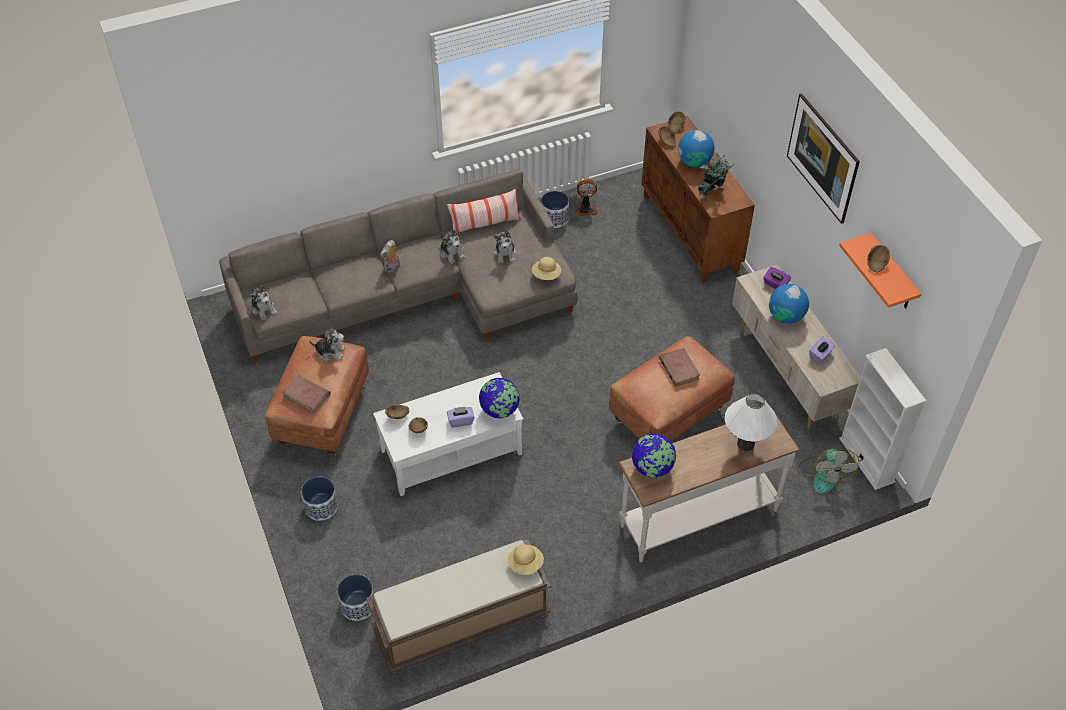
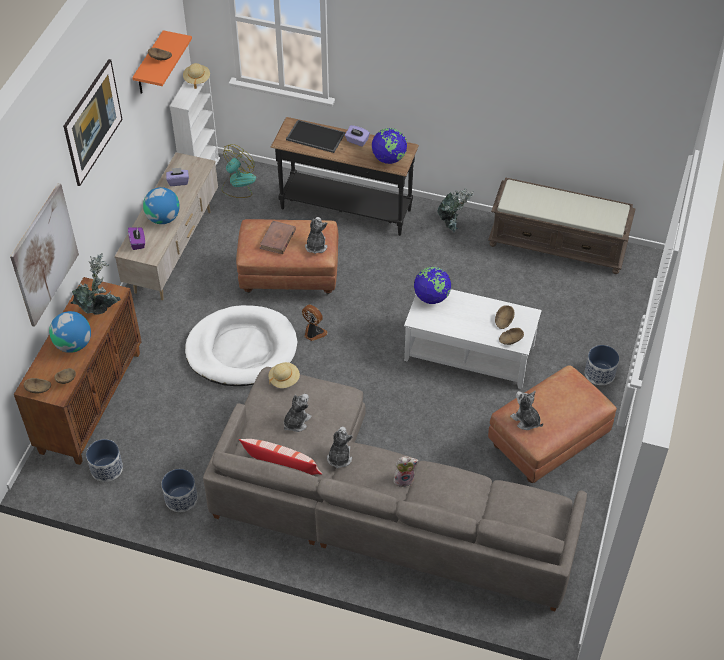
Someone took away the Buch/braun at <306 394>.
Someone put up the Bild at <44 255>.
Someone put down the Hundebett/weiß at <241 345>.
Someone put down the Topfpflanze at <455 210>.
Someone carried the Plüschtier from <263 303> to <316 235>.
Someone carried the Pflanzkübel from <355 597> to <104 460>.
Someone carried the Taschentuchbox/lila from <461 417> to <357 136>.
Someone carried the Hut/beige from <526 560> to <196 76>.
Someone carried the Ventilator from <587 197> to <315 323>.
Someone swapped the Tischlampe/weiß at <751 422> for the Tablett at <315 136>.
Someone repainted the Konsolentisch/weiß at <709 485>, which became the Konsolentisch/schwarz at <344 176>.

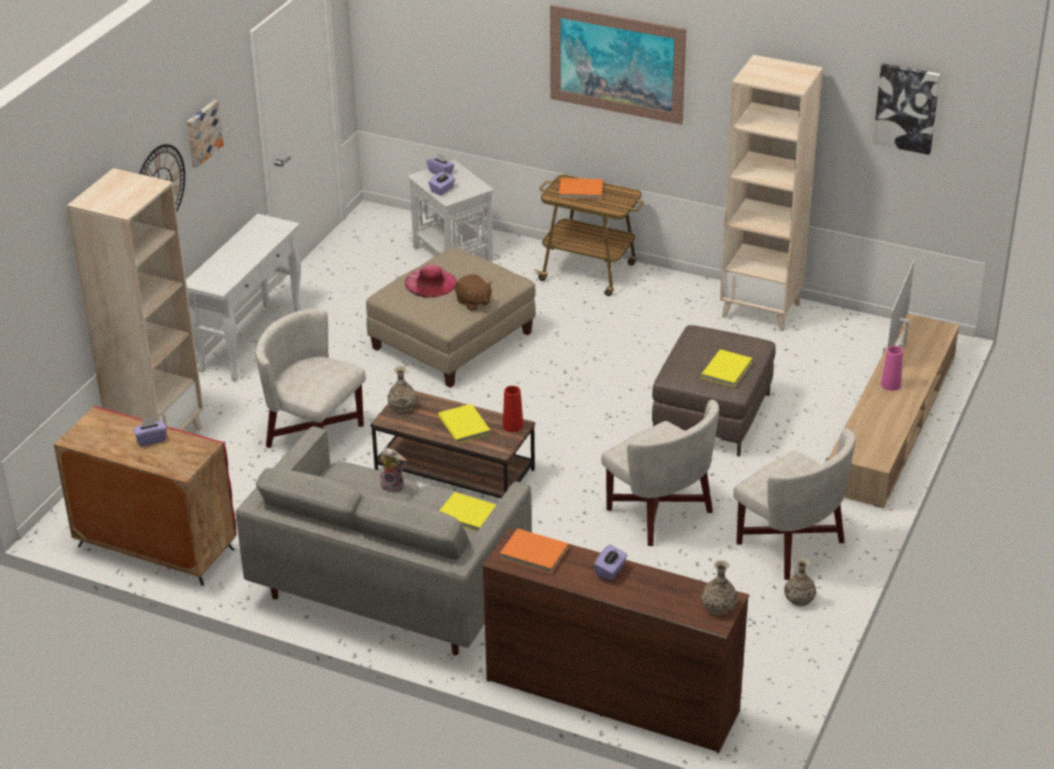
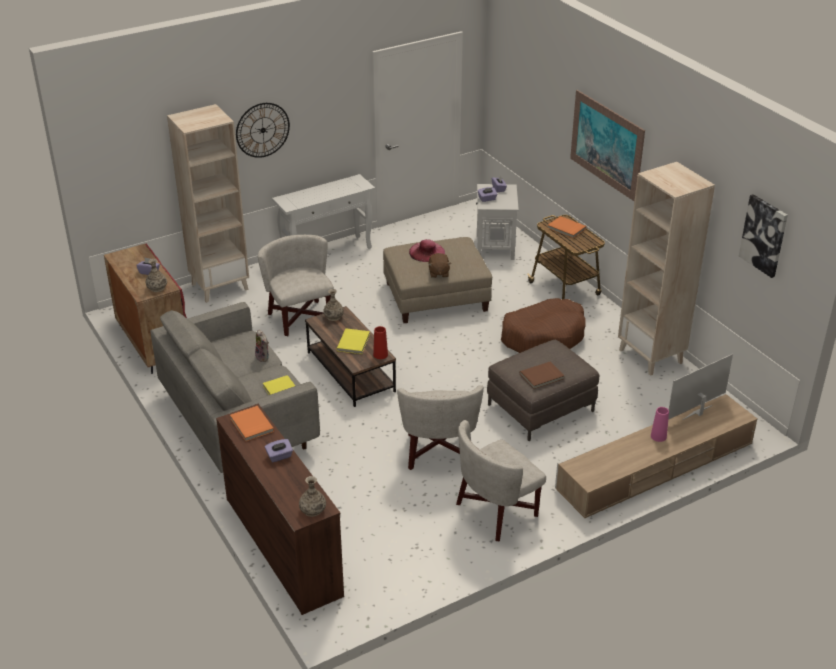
Someone took away the Bild at <205 133>.
Someone put down the Hundebett/braun at <543 325>.
Someone carried the Vase from <800 582> to <156 275>.
Someone repainted the Buch/gelb at <726 368>, which became the Buch/braun at <542 375>.
Someone rotated the Sessel/weiß at <794 504> by 60 degrees clockwise.

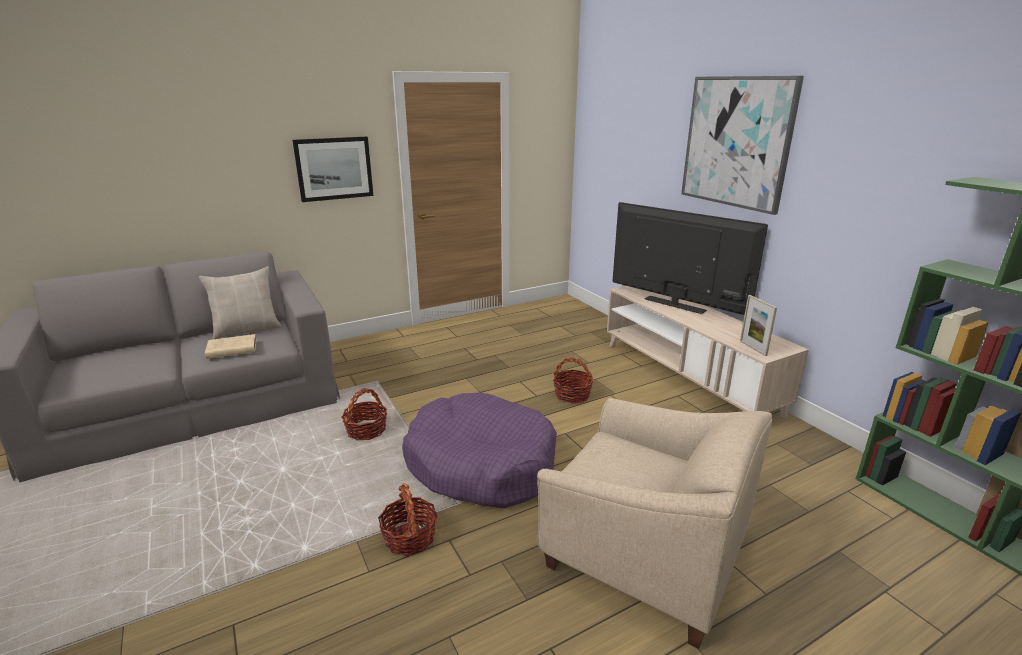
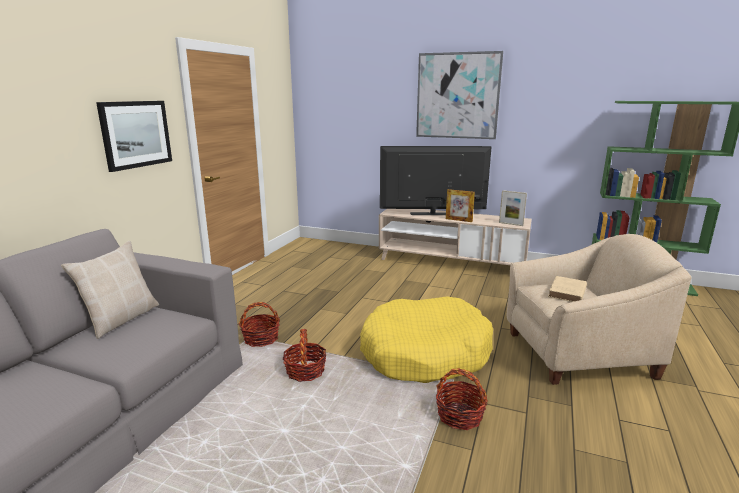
Someone put down the Bilderrahmen at <460 205>.
Someone carried the Buch/beige from <231 346> to <567 289>.
Someone carried the Korb from <573 380> to <259 324>.
Someone repainted the Hundebett/lila at <479 450>, which became the Hundebett/gelb at <426 339>.

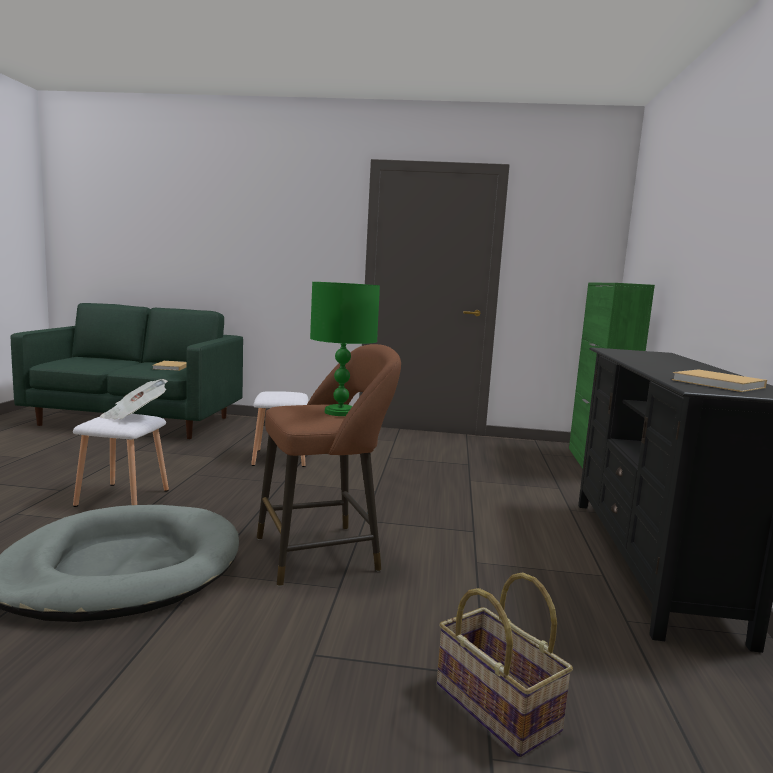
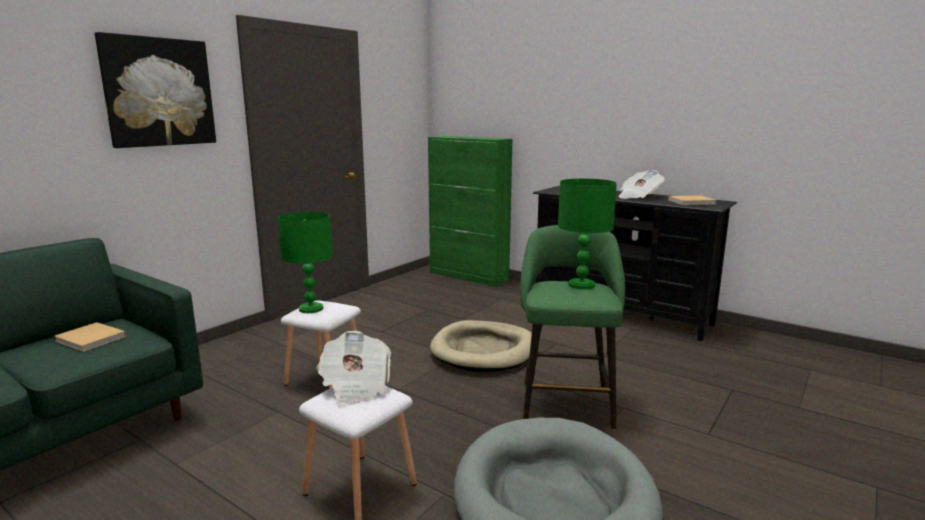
Someone took away the Korb at <505 665>.
Someone put up the Bild at <155 90>.
Someone put down the Tischlampe/grün at <305 262>.
Someone put down the Hundebett/beige at <481 346>.
Someone put down the Zeitung at <642 184>.
Someone repainted the Hocker/braun at <329 465>, which became the Hocker/grün at <572 327>.

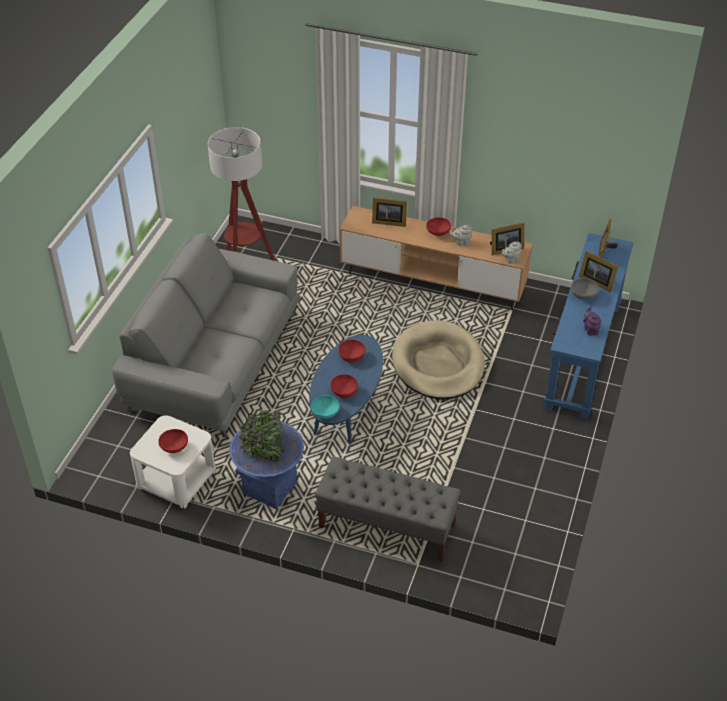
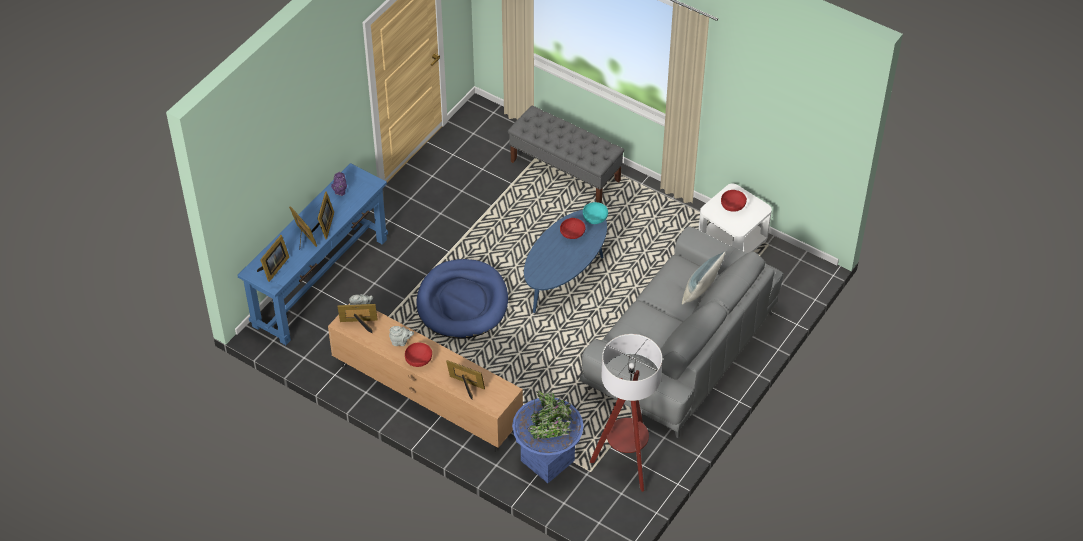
Someone took away the Schüssel/rot at <351 351>.
Someone put down the Kissen at <704 278>.
Someone carried the Pflanzkübel/blau from <266 459> to <548 436>.
Someone swapped the Schüssel/grau at <584 288> for the Bilderrahmen at <322 215>.
Someone repainted the Hundebett/beige at <438 360>, which became the Hundebett/blau at <462 299>.

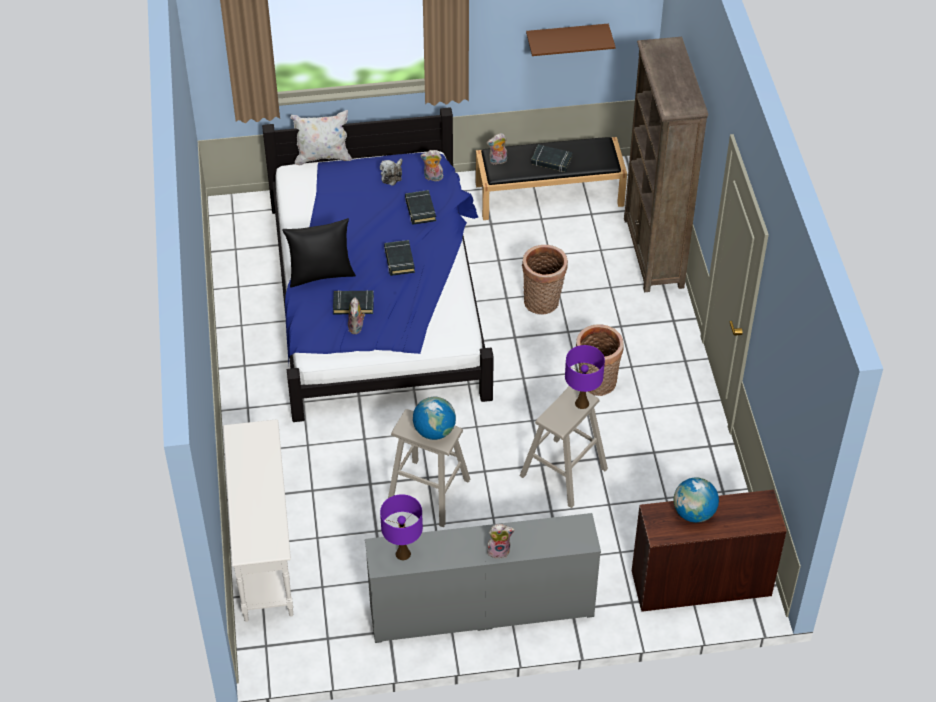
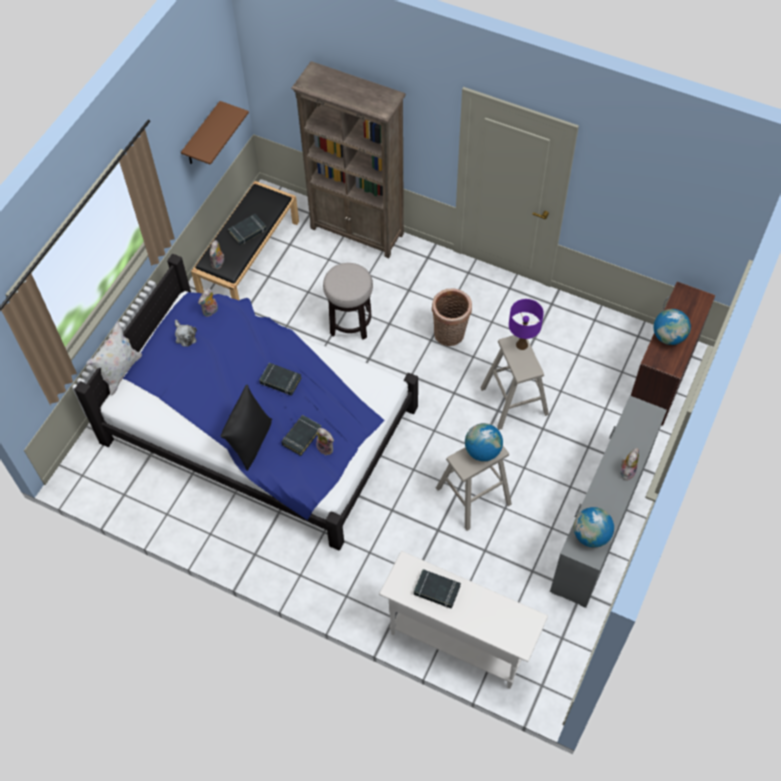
Someone carried the Buch/schwarz from <420 207> to <437 588>.
Someone swapped the Tischlampe/lila at <401 527> for the Globus at <594 527>.
Someone swapped the Korb at <545 280> for the Hocker at <348 301>.

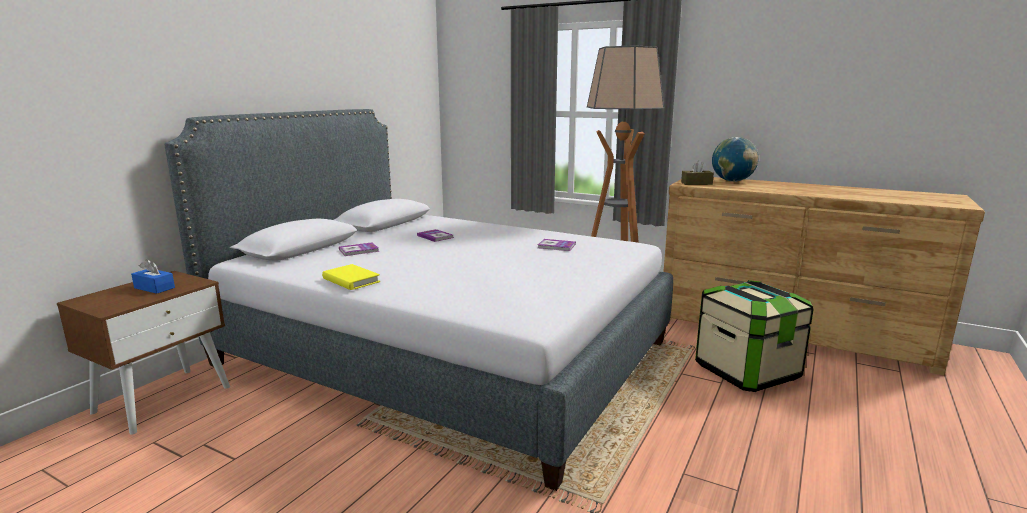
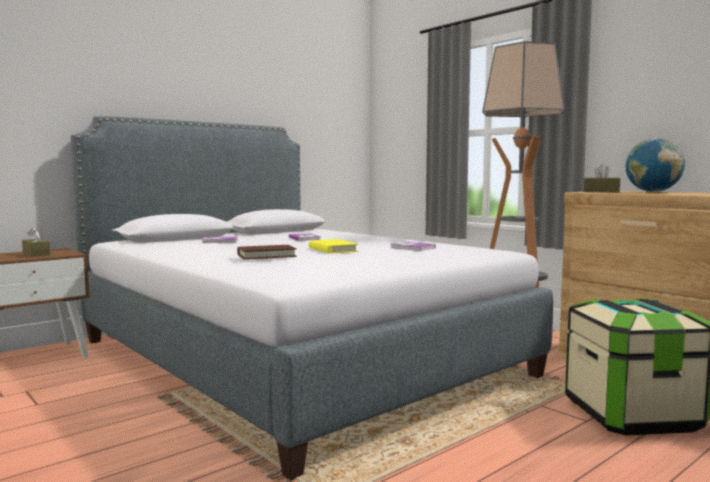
Someone put down the Buch/braun at <267 252>.
Someone carried the Buch/gelb from <351 277> to <333 246>.
Someone repainted the Taschentuchbox/blau at <153 276>, which became the Taschentuchbox/braun at <36 242>.

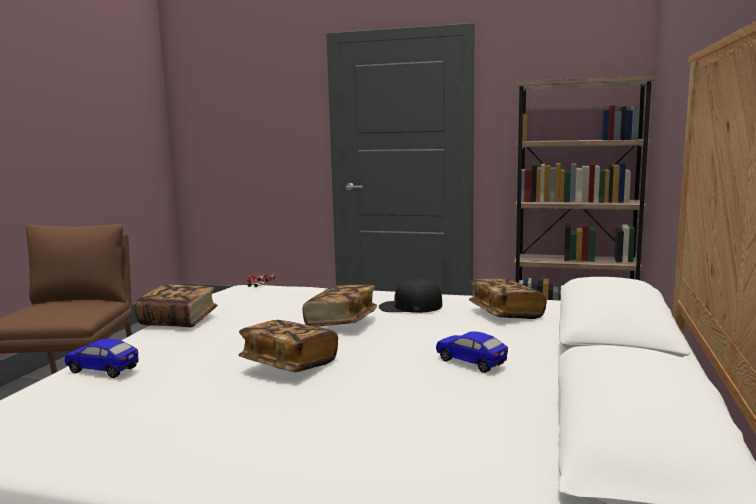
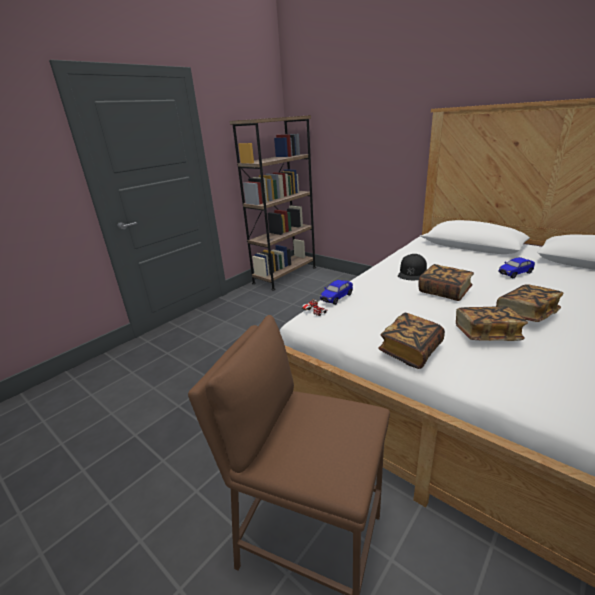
Someone carried the Spielzeugauto from <102 358> to <336 292>.
Someone carried the Buch from <508 299> to <492 323>.

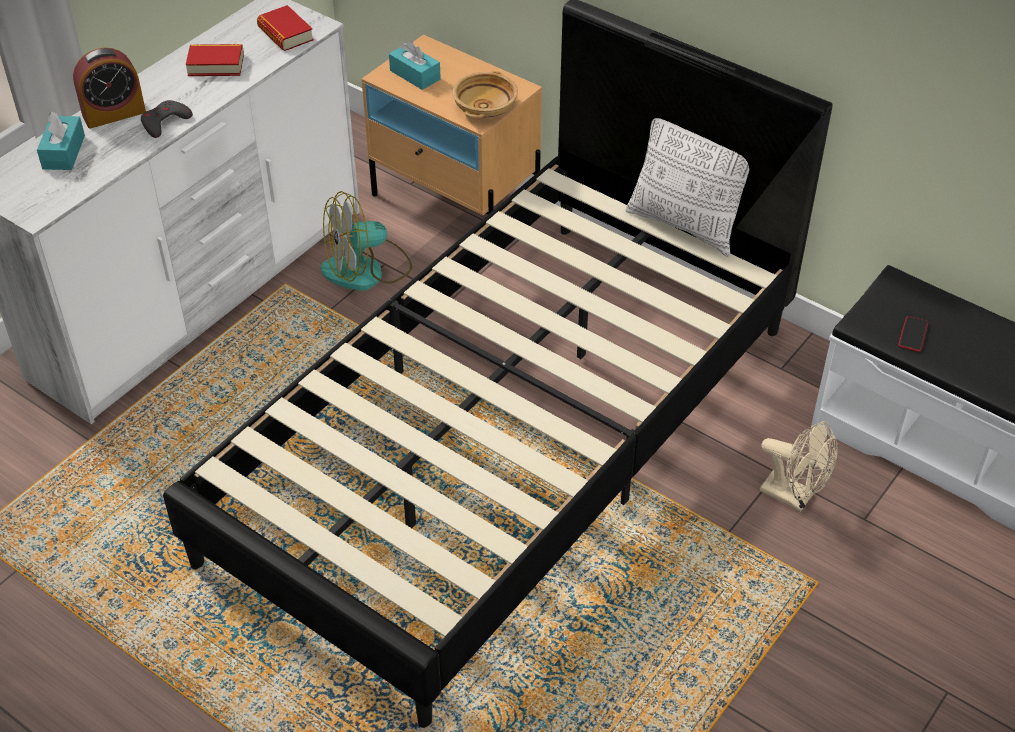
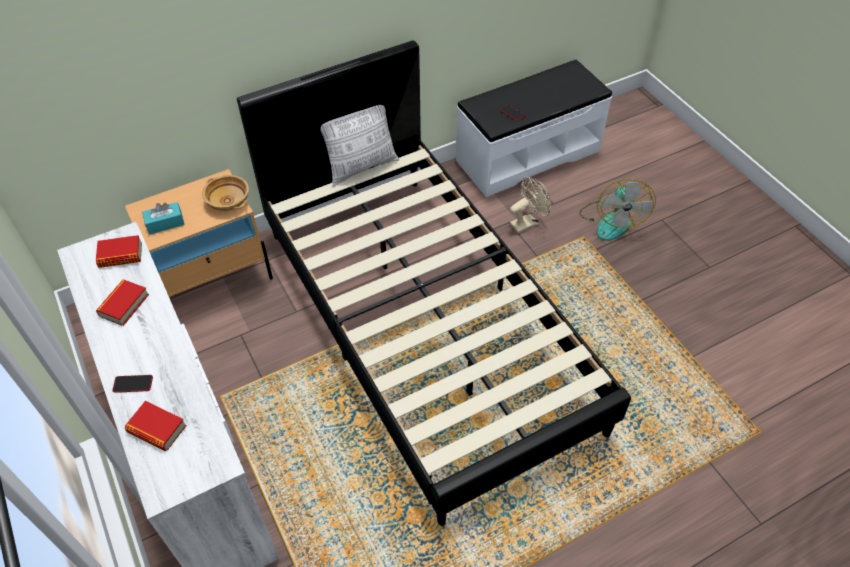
Someone took away the Gamepad/grau at <167 119>.
Someone carried the Ventilator from <366 241> to <617 210>.
Someone swapped the Taschentuchbox/türkis at <61 141> for the Buch at <156 426>.
Someone swapped the Wecker at <109 88> for the Handy at <133 384>.

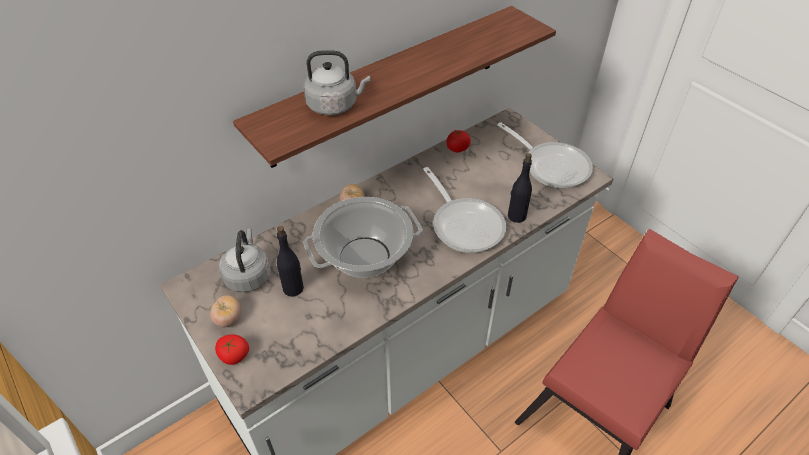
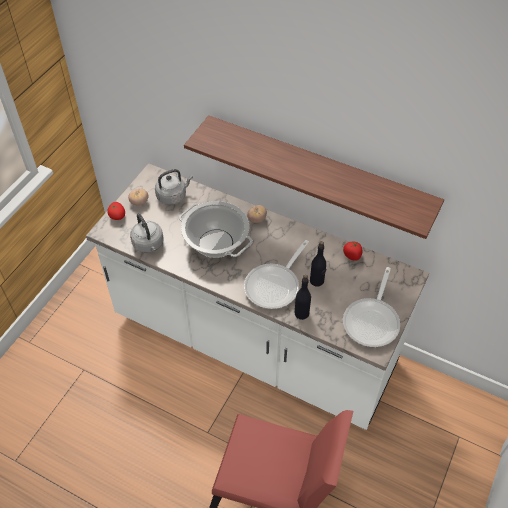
Someone carried the Flasche/schwarz from <290 261> to <318 264>.
Someone carried the Wasserkessel/grau from <337 82> to <147 233>.

